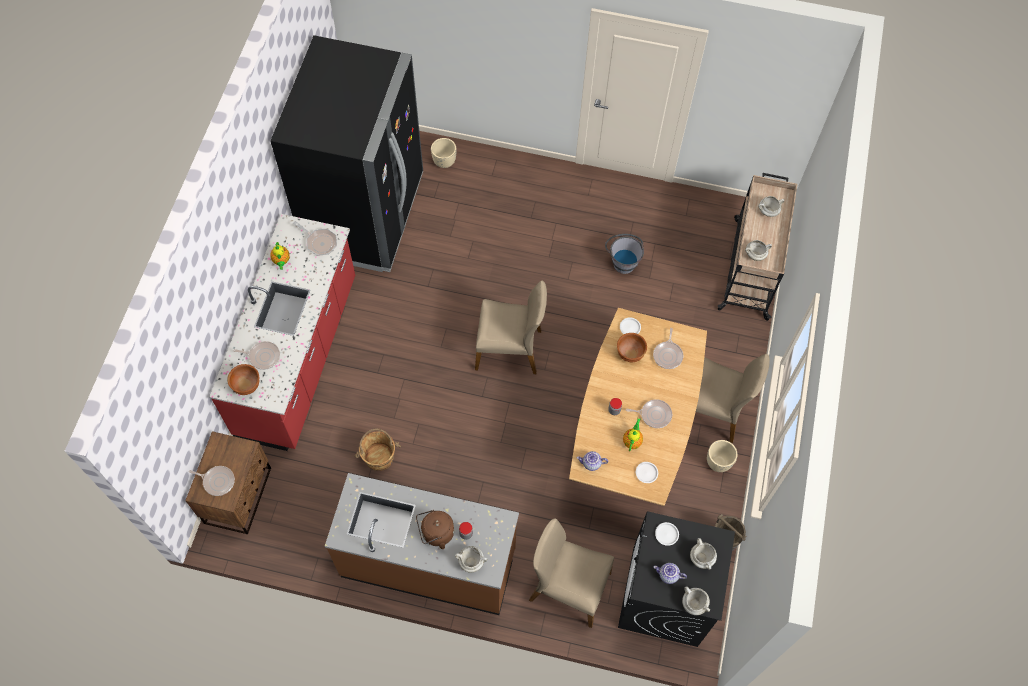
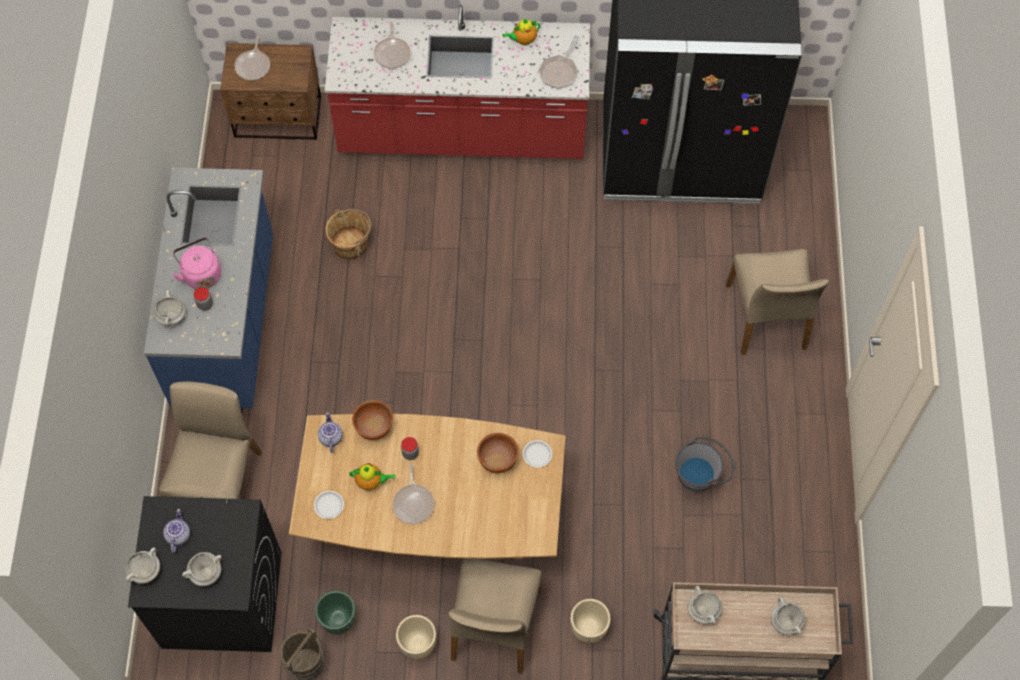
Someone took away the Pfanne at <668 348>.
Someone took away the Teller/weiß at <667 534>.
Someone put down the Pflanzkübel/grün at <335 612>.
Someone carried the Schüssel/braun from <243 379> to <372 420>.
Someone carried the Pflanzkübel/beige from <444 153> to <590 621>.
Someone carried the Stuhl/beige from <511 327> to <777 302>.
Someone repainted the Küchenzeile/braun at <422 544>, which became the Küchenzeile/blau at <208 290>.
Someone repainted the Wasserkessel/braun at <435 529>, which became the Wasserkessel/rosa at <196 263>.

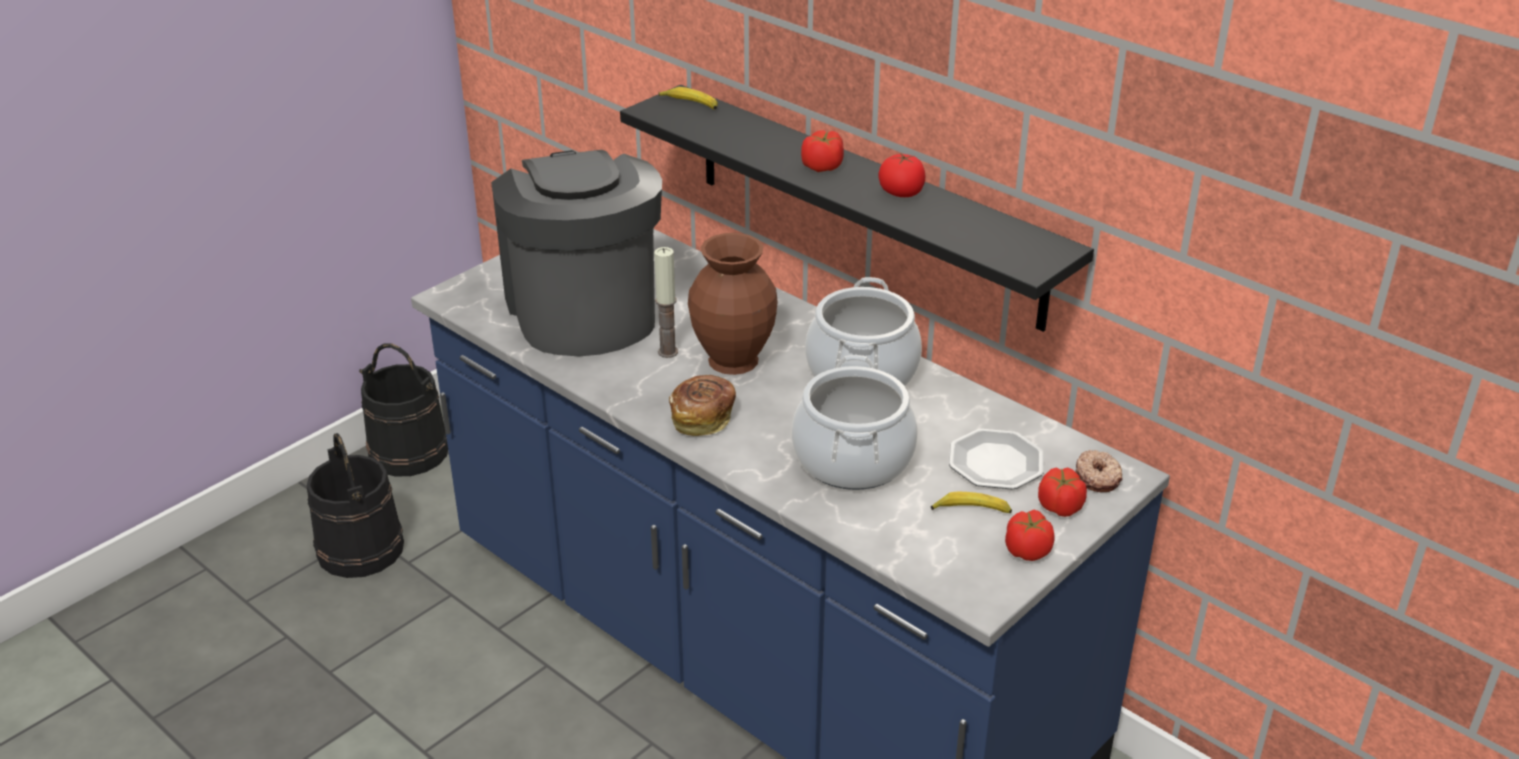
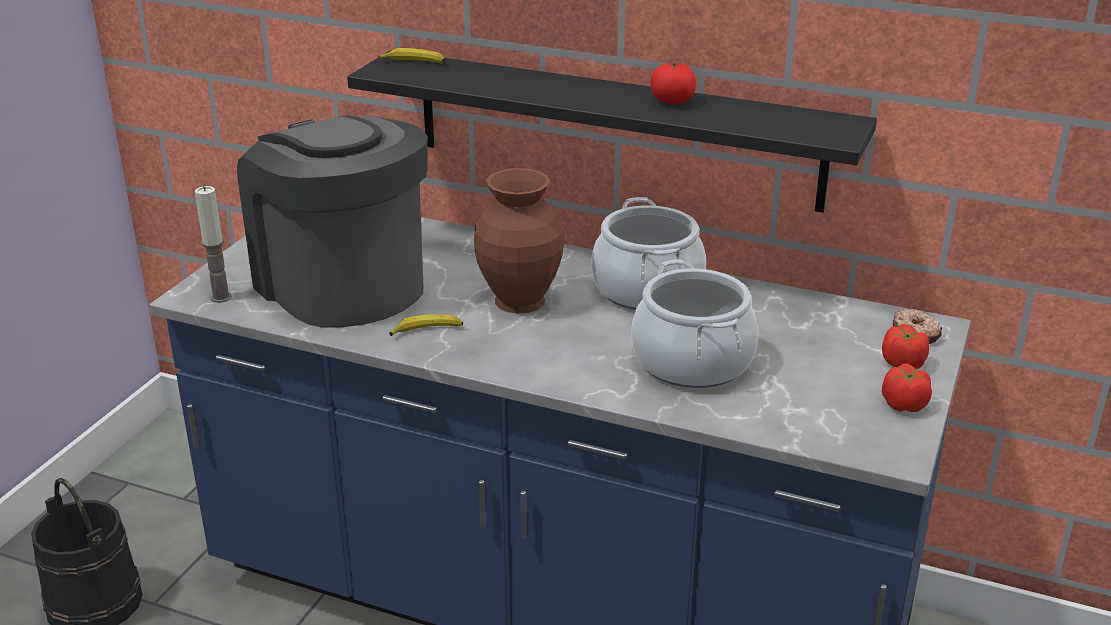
Someone took away the Eimer/schwarz at <403 409>.
Someone took away the Brot at <702 405>.
Someone took away the Tomate at <822 151>.
Someone took away the Teller at <996 459>.
Someone carried the Kerze from <666 302> to <213 244>.
Someone carried the Banane from <971 502> to <426 325>.

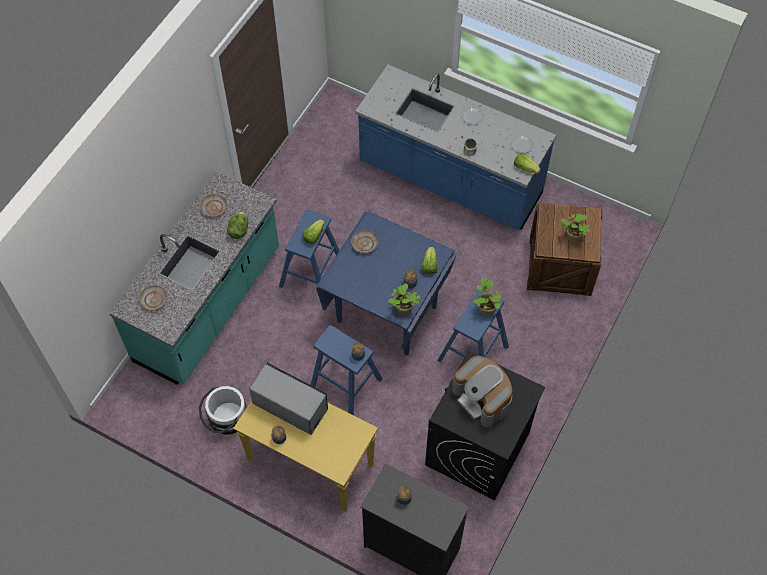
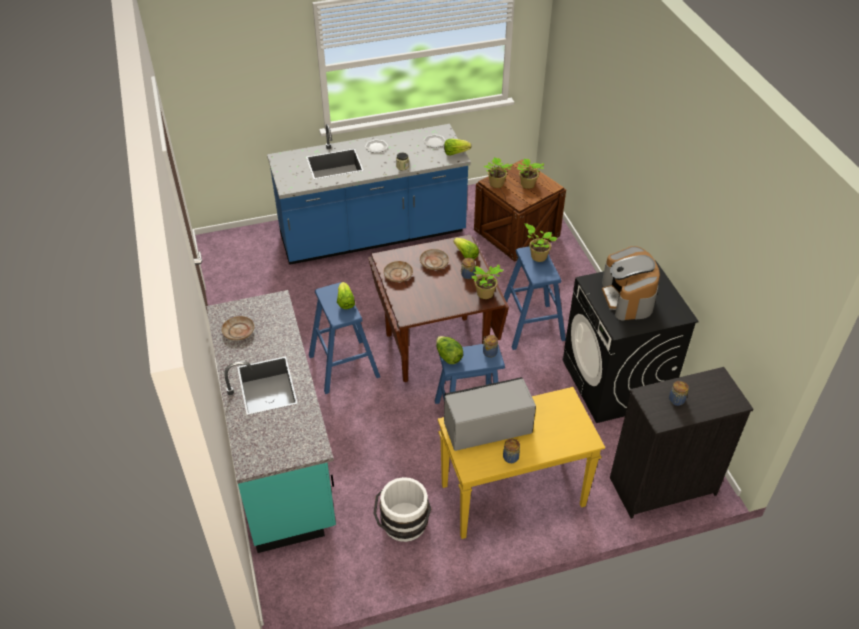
Someone put down the Topfpflanze at <498 172>.
Someone carried the Teller/beige from <153 298> to <434 259>.
Someone carried the Salatkopf from <237 225> to <449 350>.
Someone repainted the Esstisch/blau at <386 283>, which became the Esstisch/braun at <438 308>.
Someone rotated the Kaffeemaschine at <482 392> by 75 degrees clockwise.

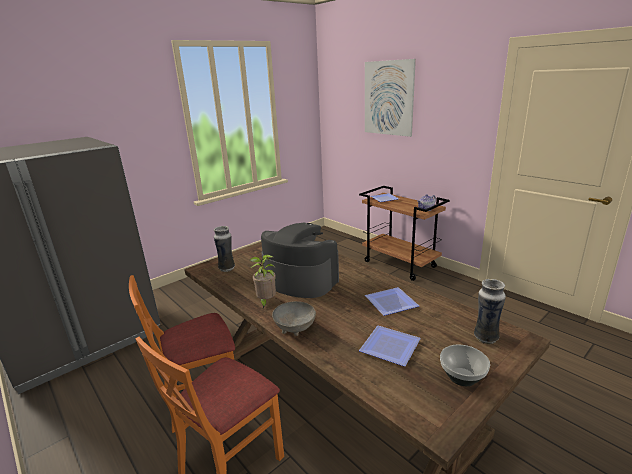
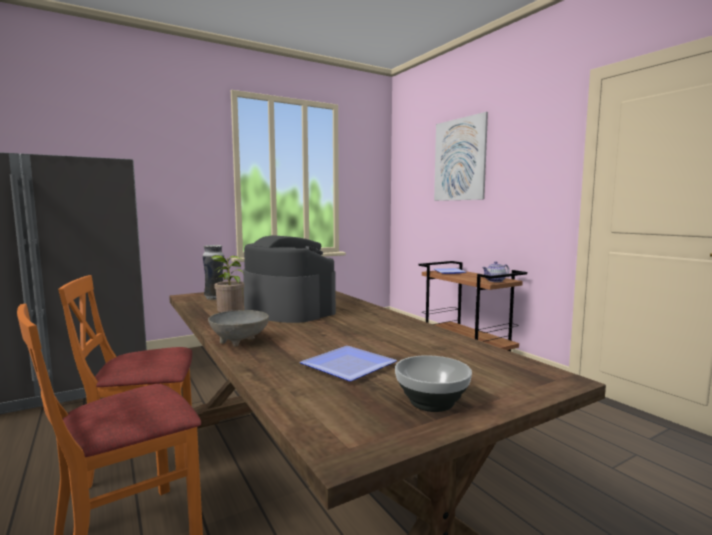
Someone took away the Teller at <392 301>.
Someone took away the Vase at <490 311>.

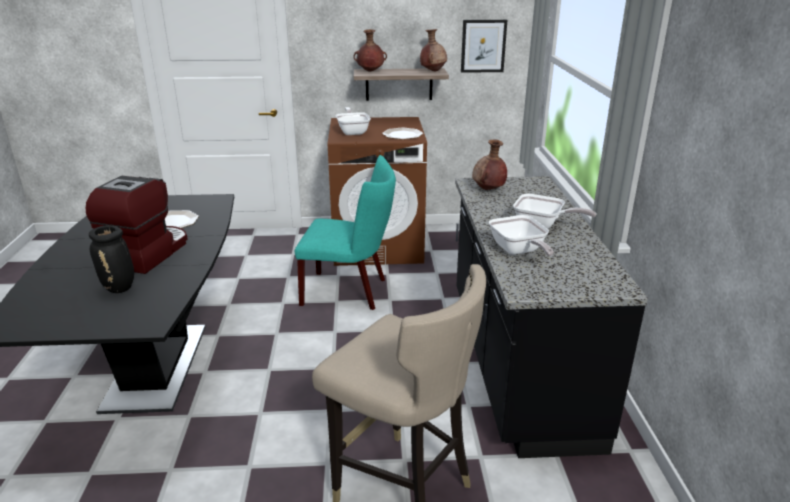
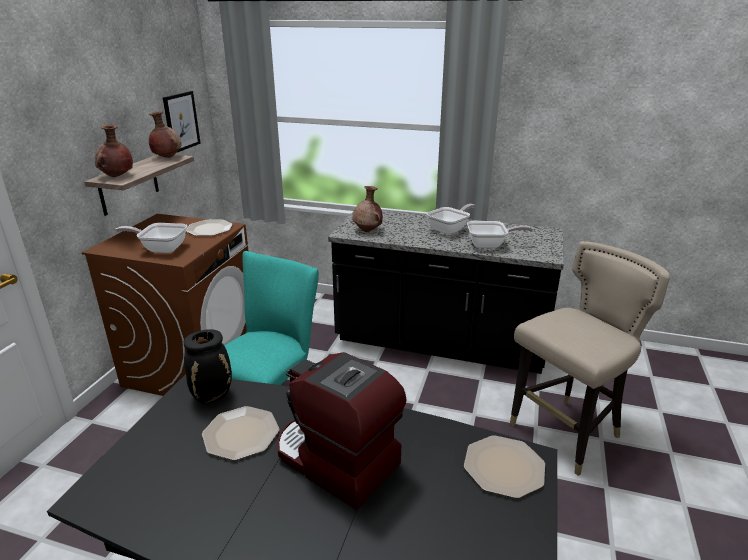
Someone put down the Teller at <504 466>.
Someone carried the Vase/schwarz from <111 259> to <208 366>.

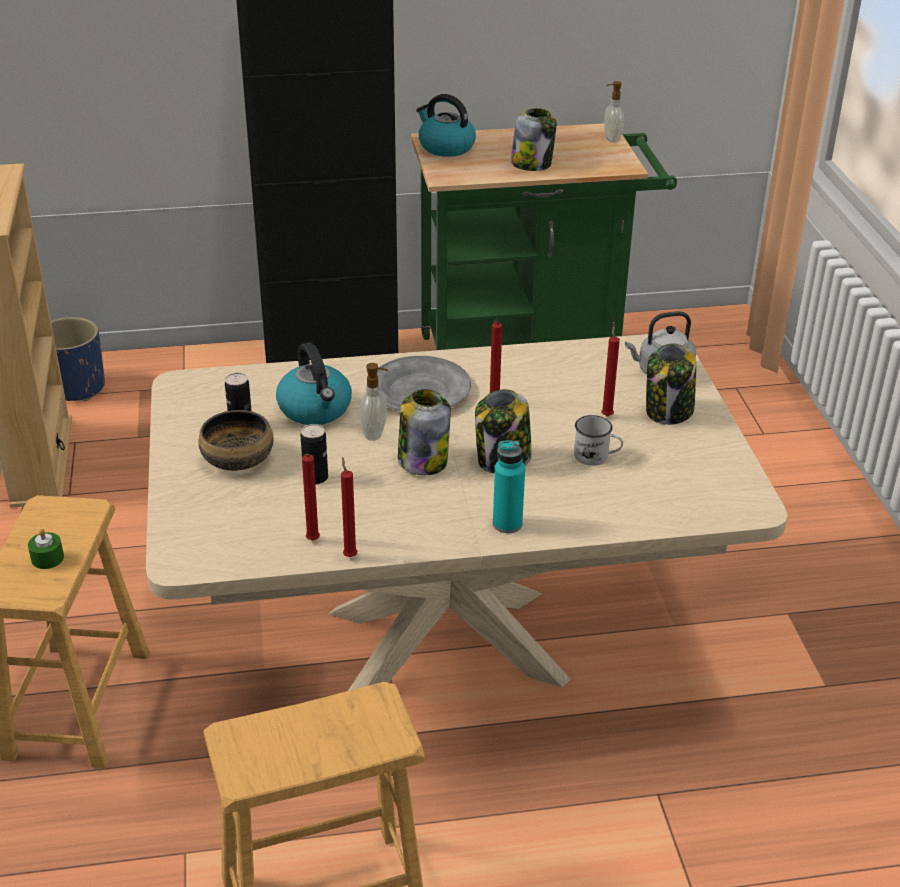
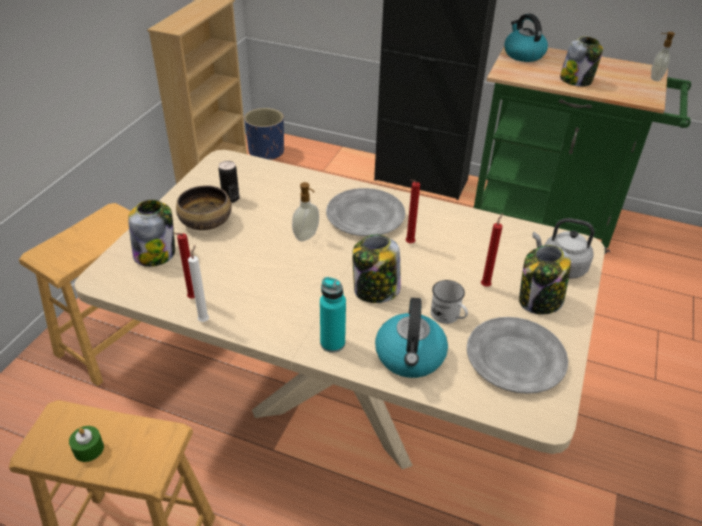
Someone took away the Dose at <314 454>.
Someone put down the Teller/grau at <517 355>.
Someone carried the Kerze/grün from <46 549> to <86 444>.
Someone carried the Wasserkessel from <314 383> to <411 338>.
Someone carried the Vorratsglas from <424 432> to <151 233>.
Someone repainted the Kerze/rot at <349 507>, which became the Kerze/weiß at <198 283>.

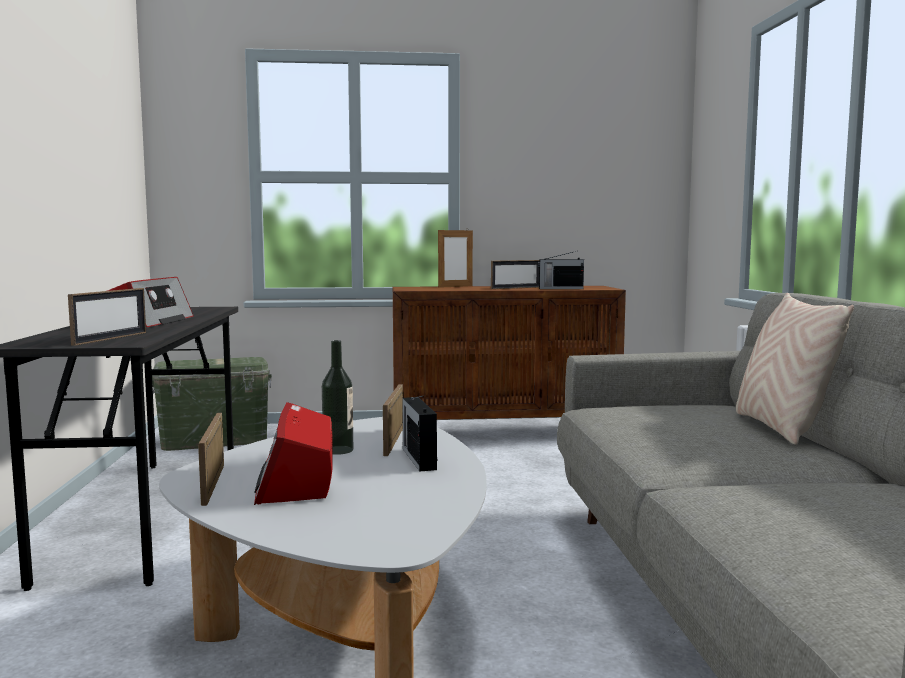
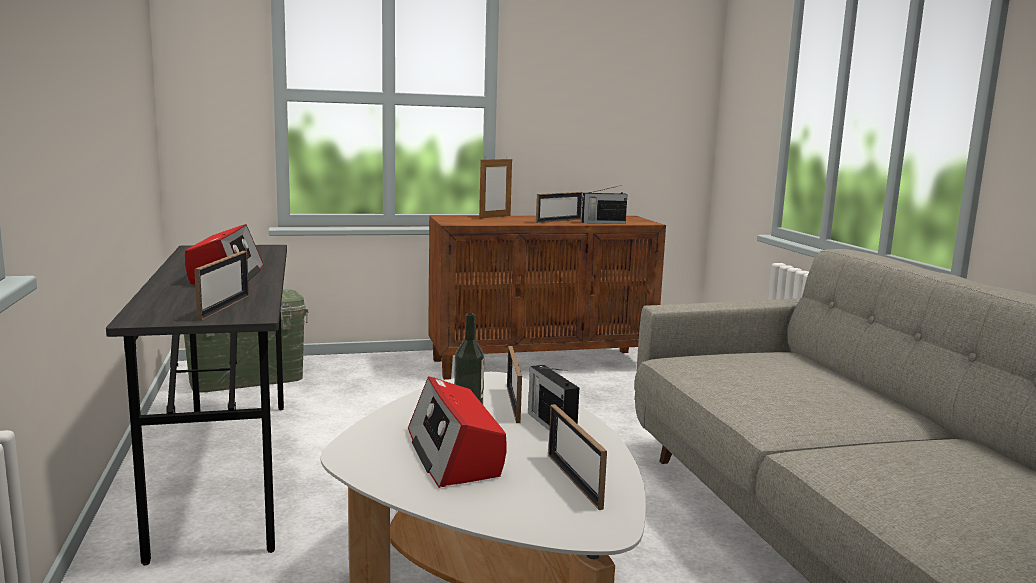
Someone took away the Kissen/beige at <795 369>.
Someone carried the Bilderrahmen from <211 459> to <577 457>.

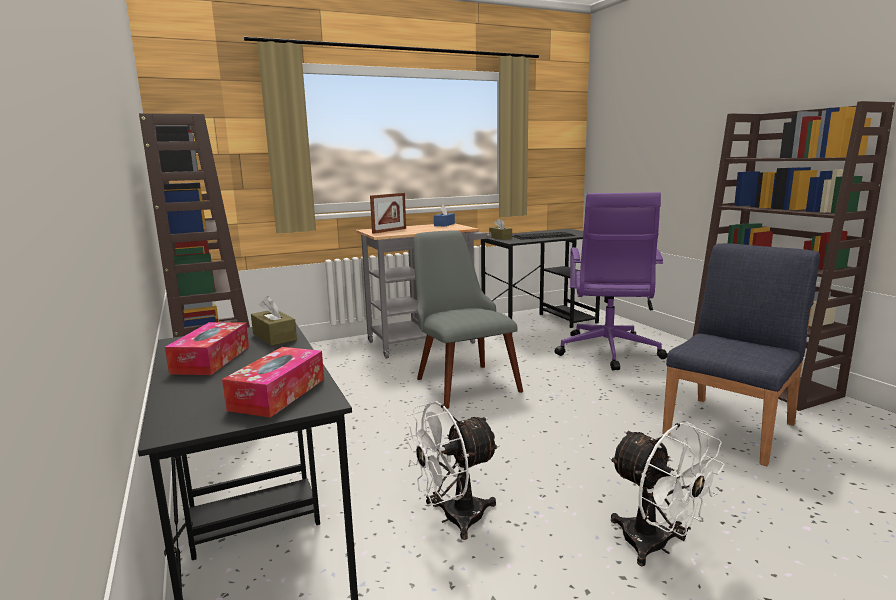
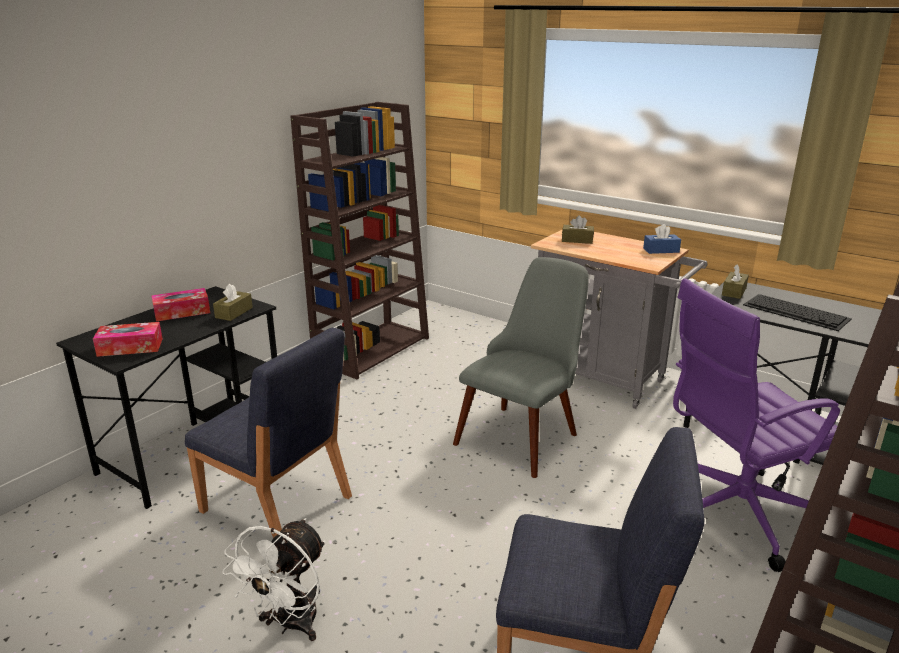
Someone swapped the Bilderrahmen at <388 213> for the Taschentuchbox/braun at <578 229>.
Someone swapped the Ventilator/weiß at <451 470> for the Stuhl/blau at <268 433>.

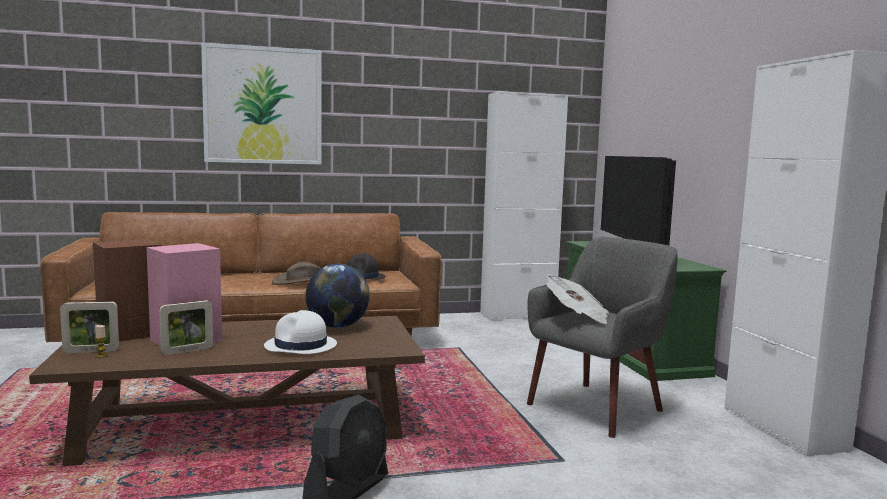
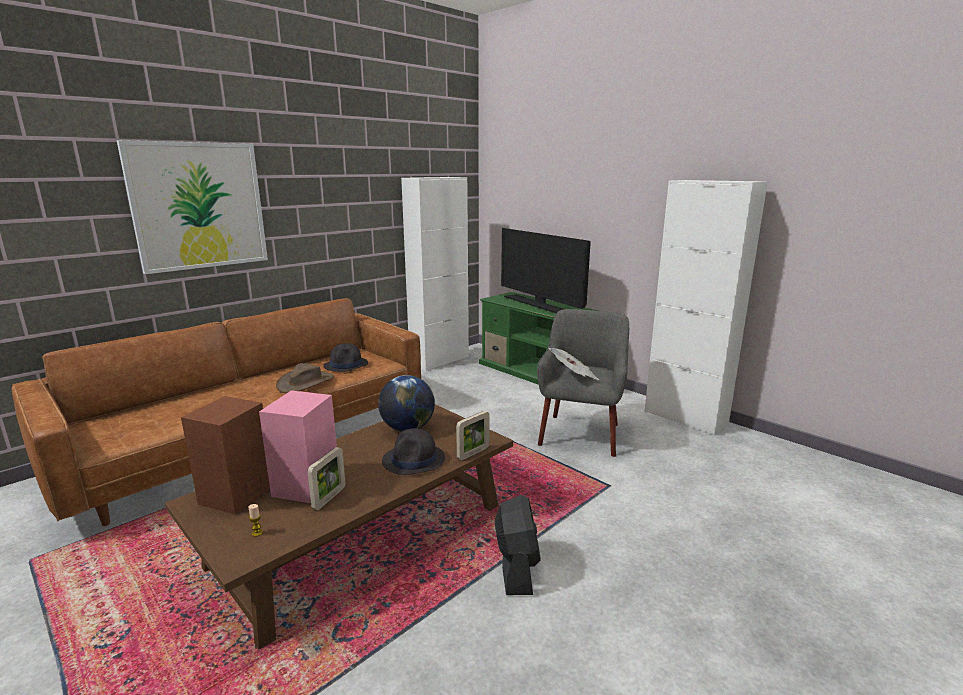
Someone carried the Bilderrahmen from <89 327> to <473 435>.
Someone repainted the Hut/weiß at <300 332>, which became the Hut/schwarz at <413 451>.

